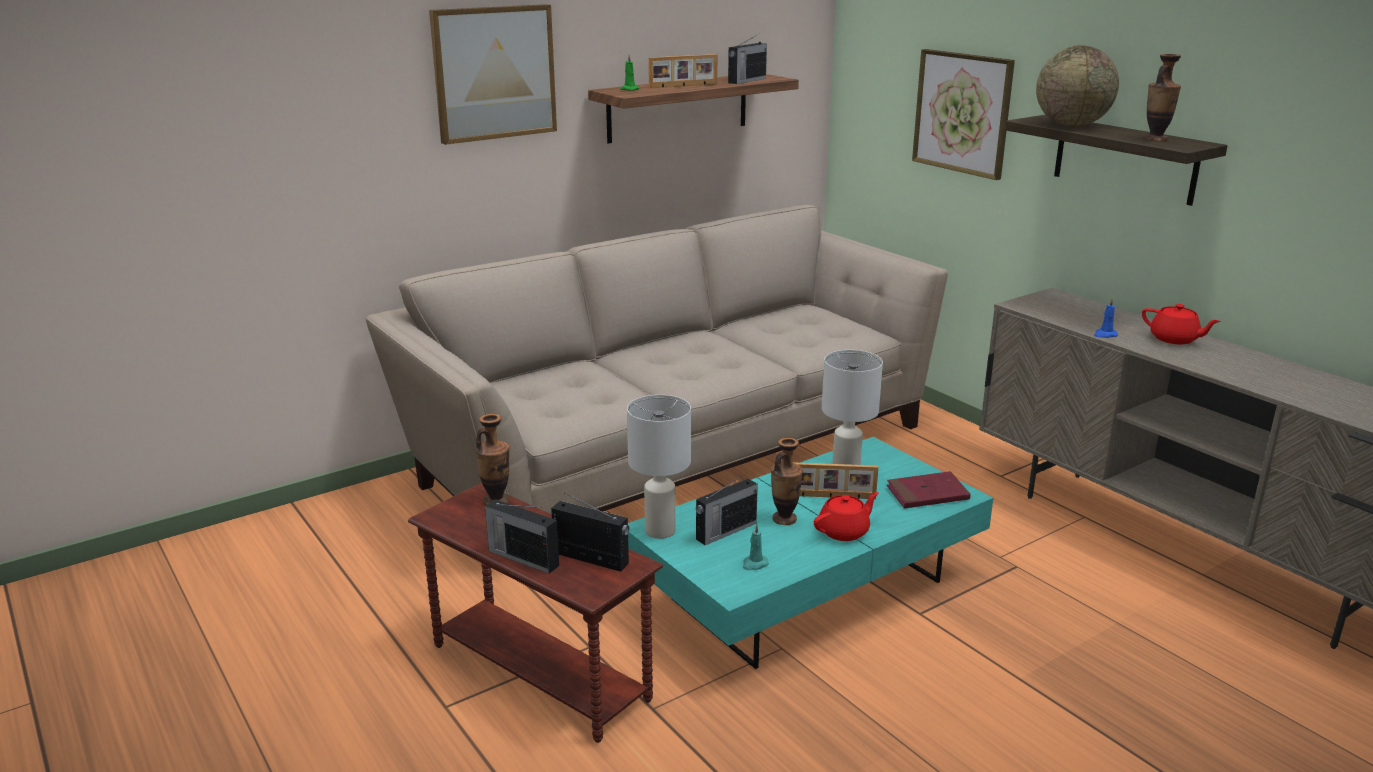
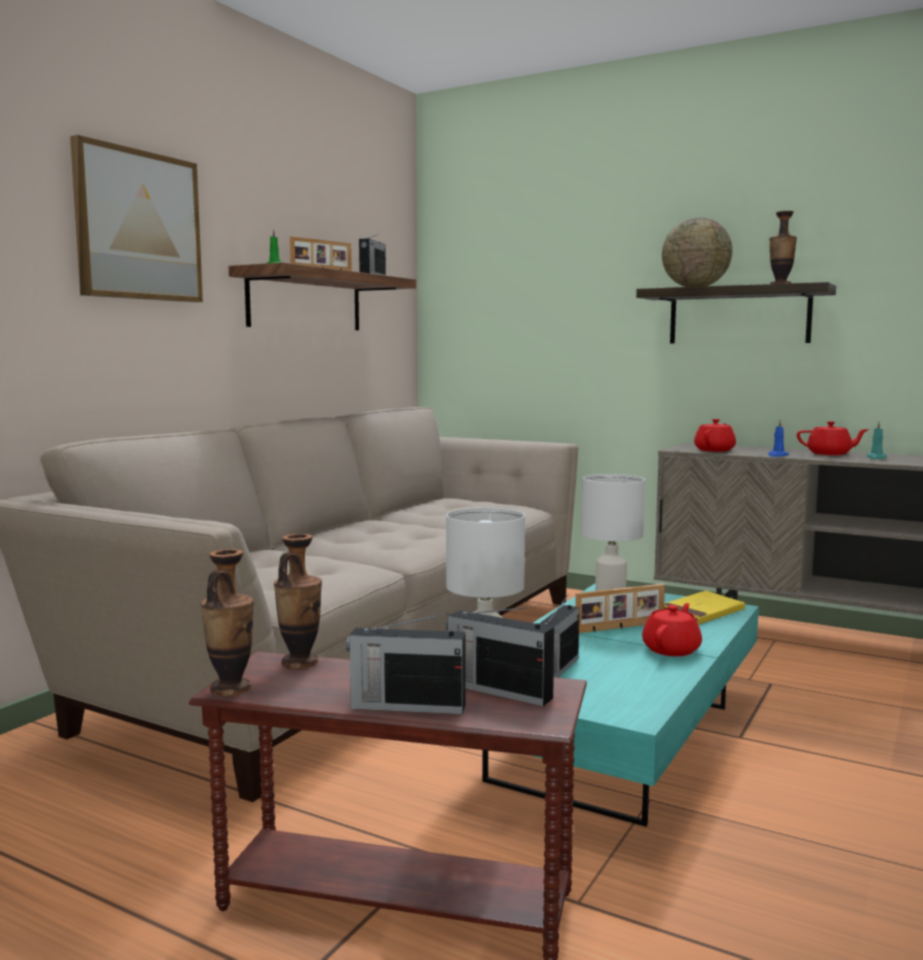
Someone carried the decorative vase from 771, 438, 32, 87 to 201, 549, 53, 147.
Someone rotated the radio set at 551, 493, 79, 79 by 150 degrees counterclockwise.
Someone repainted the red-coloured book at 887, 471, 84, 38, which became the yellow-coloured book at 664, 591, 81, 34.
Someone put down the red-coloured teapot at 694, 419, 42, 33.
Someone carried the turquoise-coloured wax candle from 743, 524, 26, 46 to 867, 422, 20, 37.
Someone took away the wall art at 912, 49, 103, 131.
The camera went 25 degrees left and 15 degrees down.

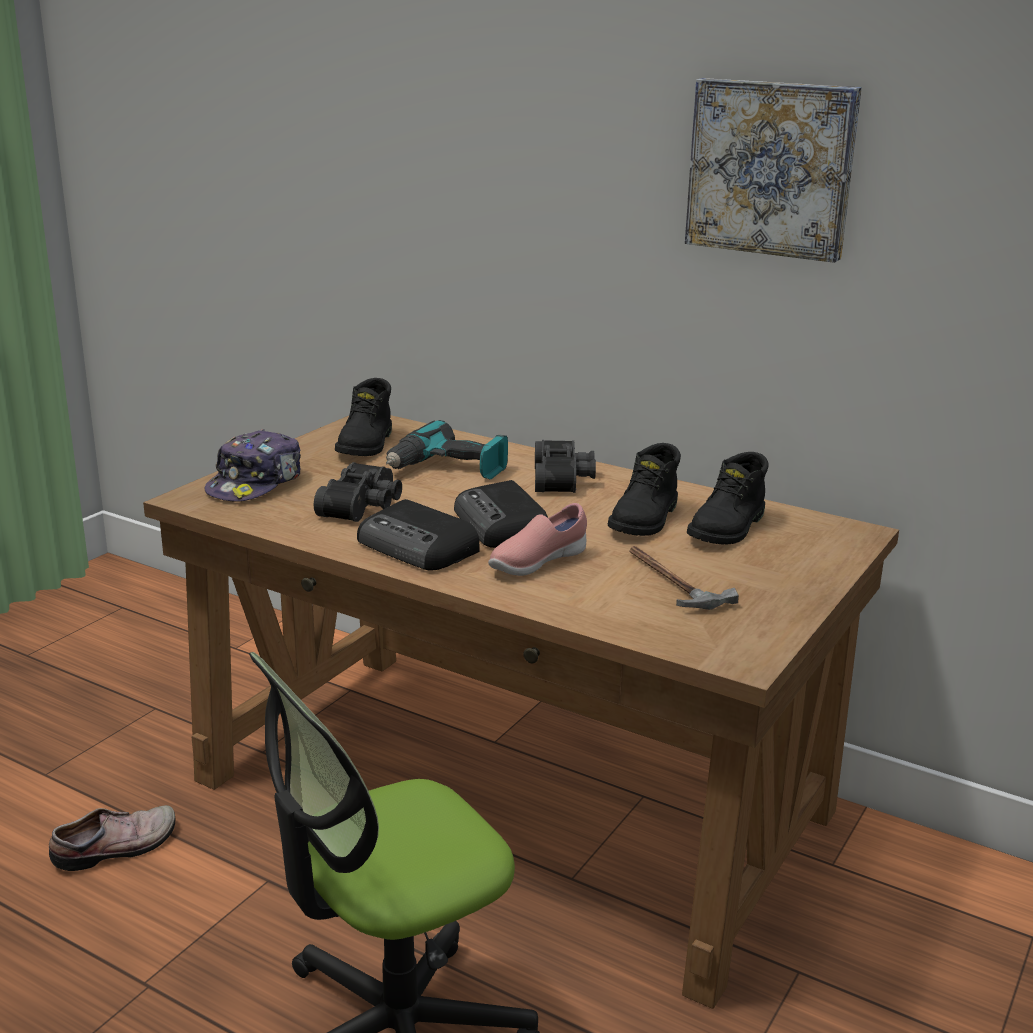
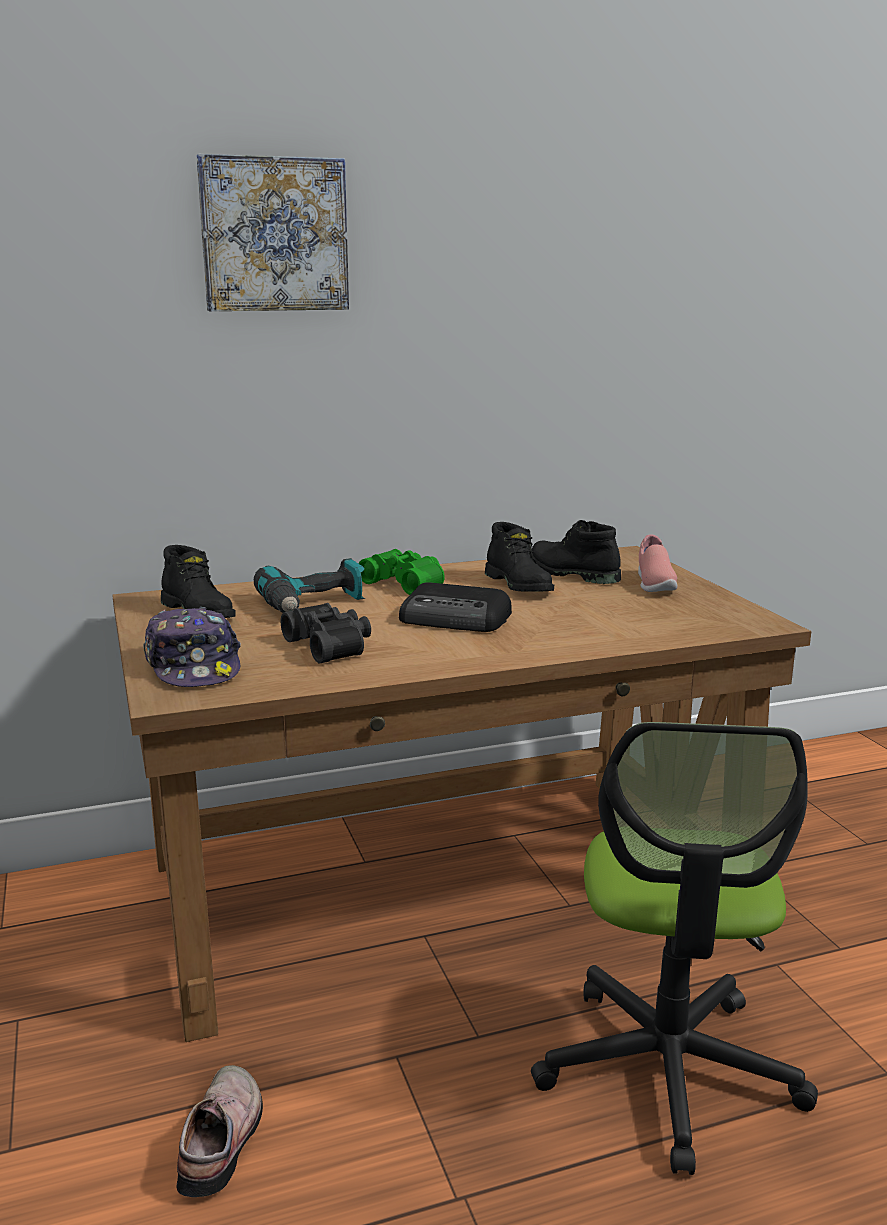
Someone carried the wall art from 685, 78, 177, 185 to 197, 154, 152, 157.
Someone repainted the black pair of binoculars at 535, 440, 61, 53, which became the green-coloured pair of binoculars at 359, 549, 86, 46.
Someone rotated the black tall boot at 687, 452, 82, 93 by 150 degrees clockwise.
Someone carried the pink item of footwear from 488, 503, 99, 73 to 638, 534, 39, 58.
Someone took away the radio set at 357, 499, 123, 71.
Someone took away the hand hammer at 629, 546, 110, 64.
The camera went 50 degrees left and 5 degrees down.

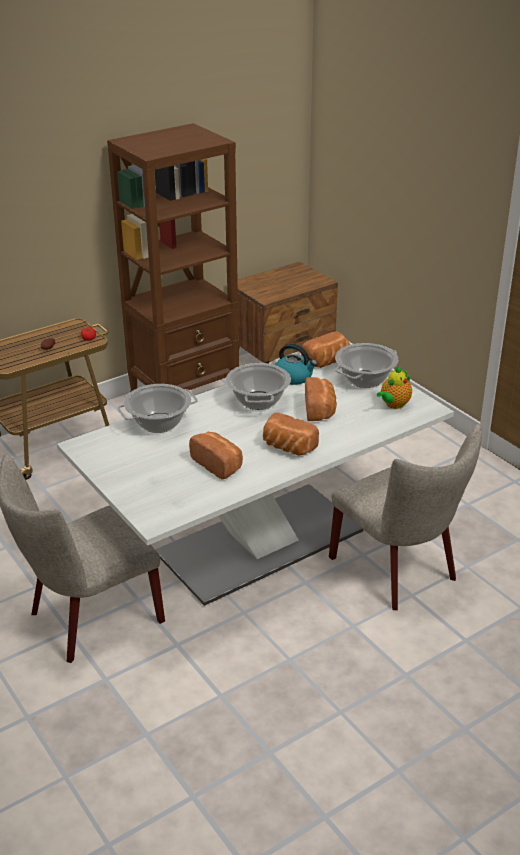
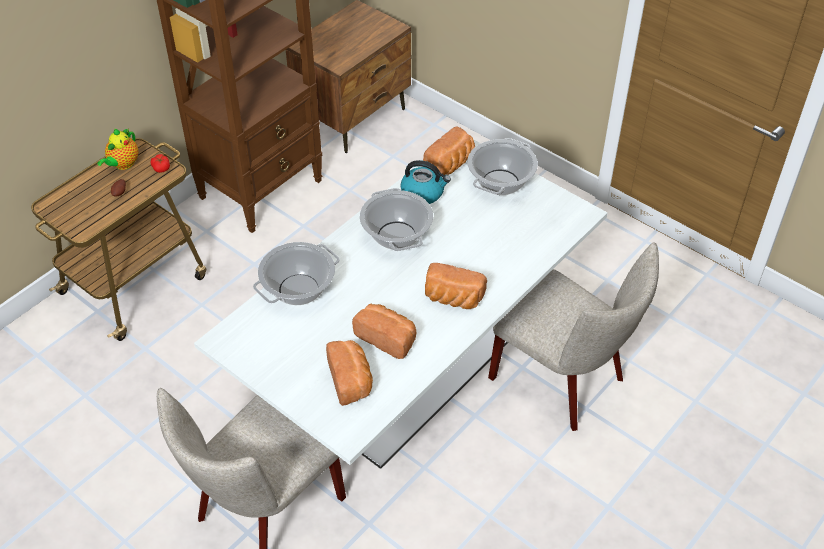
Someone carried the teapot from 377, 366, 35, 43 to 97, 128, 41, 42.
Someone carried the baked bread from 305, 377, 32, 44 to 326, 340, 47, 66.
The camera went 15 degrees left and 15 degrees up.

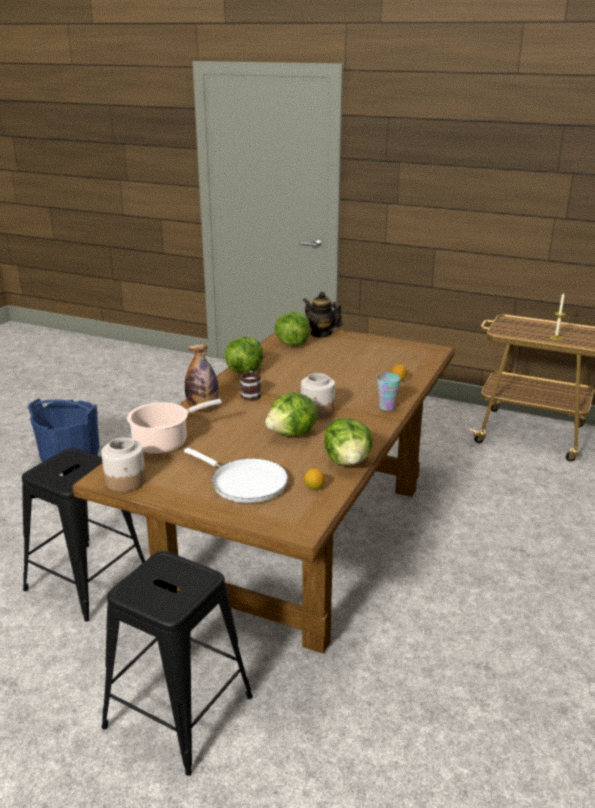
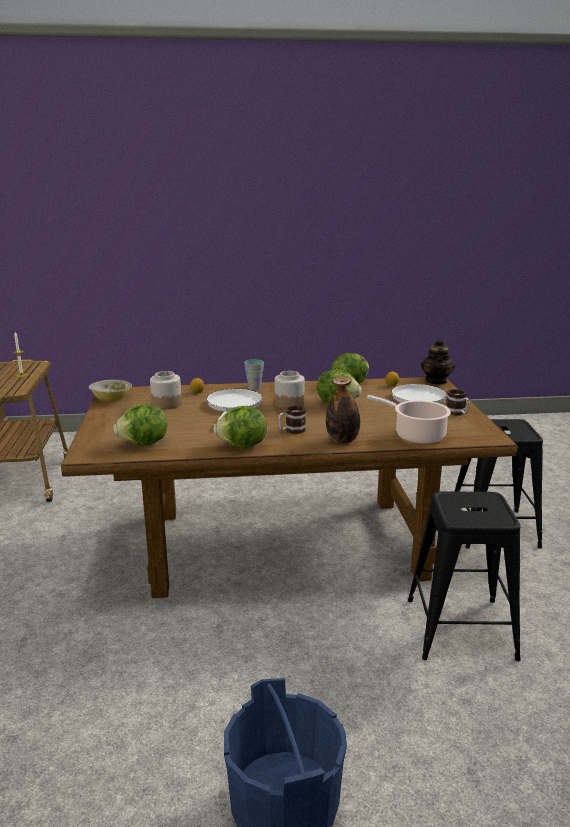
Someone put down the serving bowl at 89, 380, 43, 21.
Someone carried the storage jar from 101, 437, 45, 55 to 150, 371, 32, 39.
Someone put down the white pan at 207, 389, 55, 32.
Someone carried the teapot from 303, 291, 39, 47 to 421, 339, 34, 46.
Someone put down the coffee mug at 446, 389, 24, 27.
The camera went 120 degrees left and 5 degrees down.

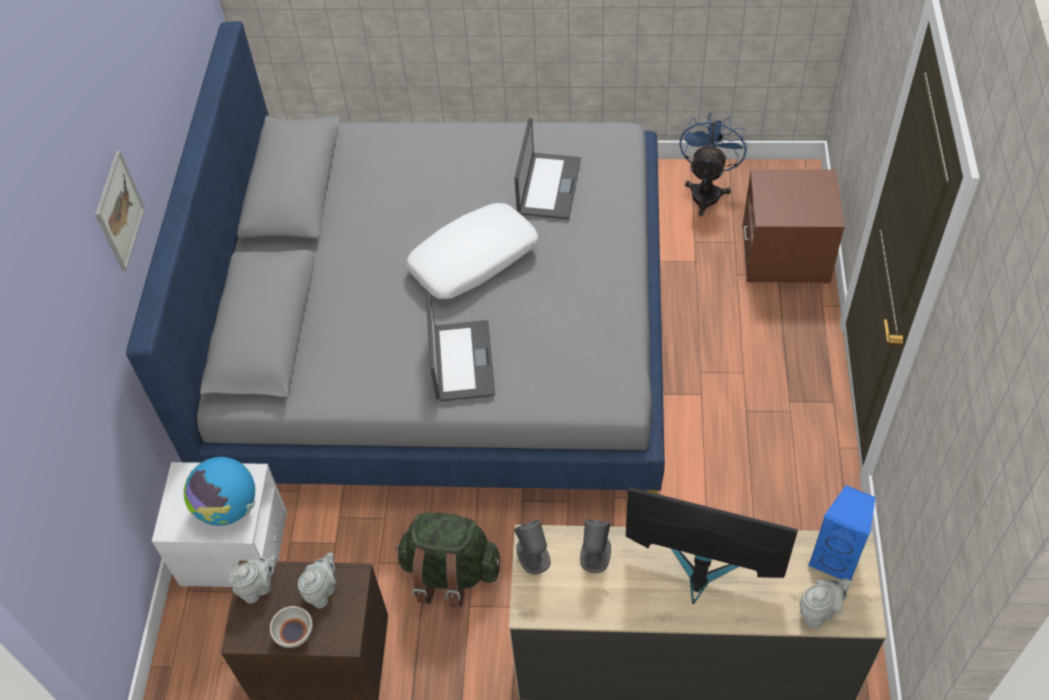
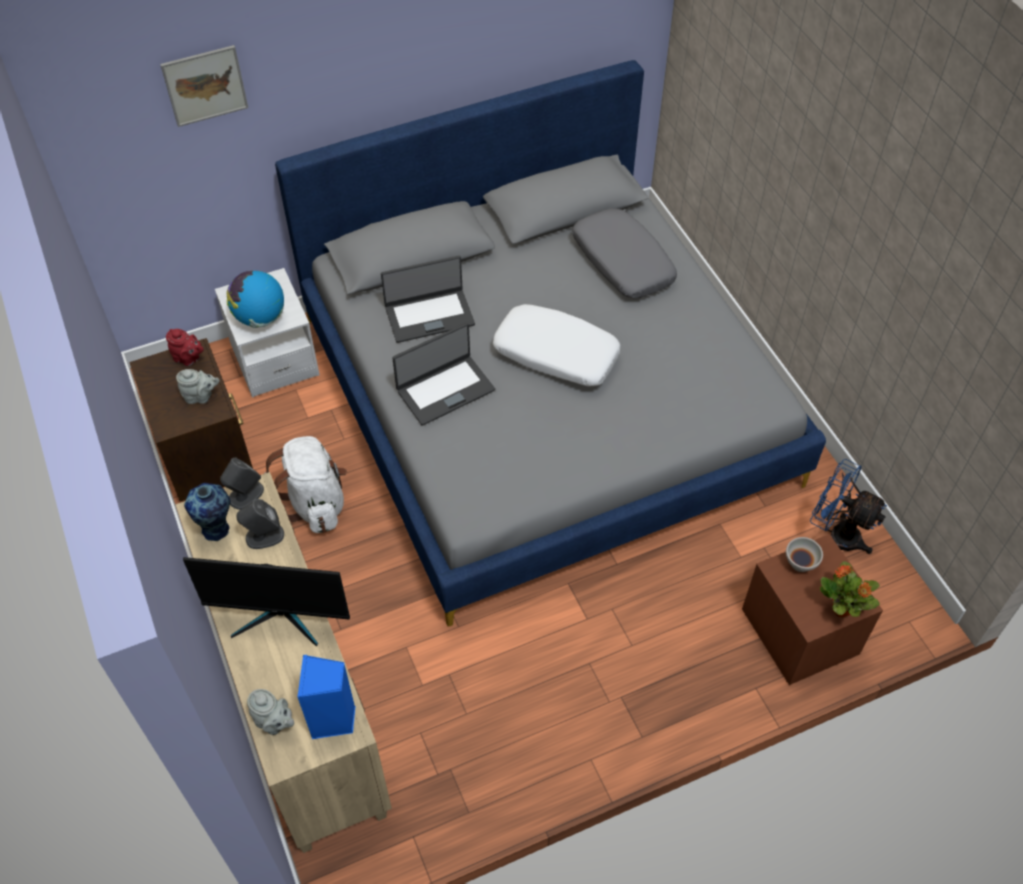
Someone carried the wall art from 95, 151, 50, 120 to 160, 45, 88, 82.
Someone repainted the greyish teapot at 229, 556, 48, 47, which became the red-coloured teapot at 166, 329, 38, 37.
Someone rotated the monitor at 626, 487, 172, 117 by 105 degrees clockwise.
Someone put down the decorative vase at 184, 483, 46, 58.
Someone repainted the green-coloured knapsack at 395, 512, 105, 96, which became the white knapsack at 264, 436, 83, 97.
Someone carried the laptop from 515, 118, 66, 101 to 381, 256, 94, 87.
Someone put down the greyish throw pillow at 572, 208, 105, 91.
Someone carried the white serving bowl from 270, 606, 43, 42 to 786, 537, 37, 35.
Someone rotated the bluish fan at 679, 113, 69, 103 by 135 degrees counterclockwise.
Someone put down the houseplant at 820, 562, 60, 55.
The camera went 60 degrees right and 0 degrees up.

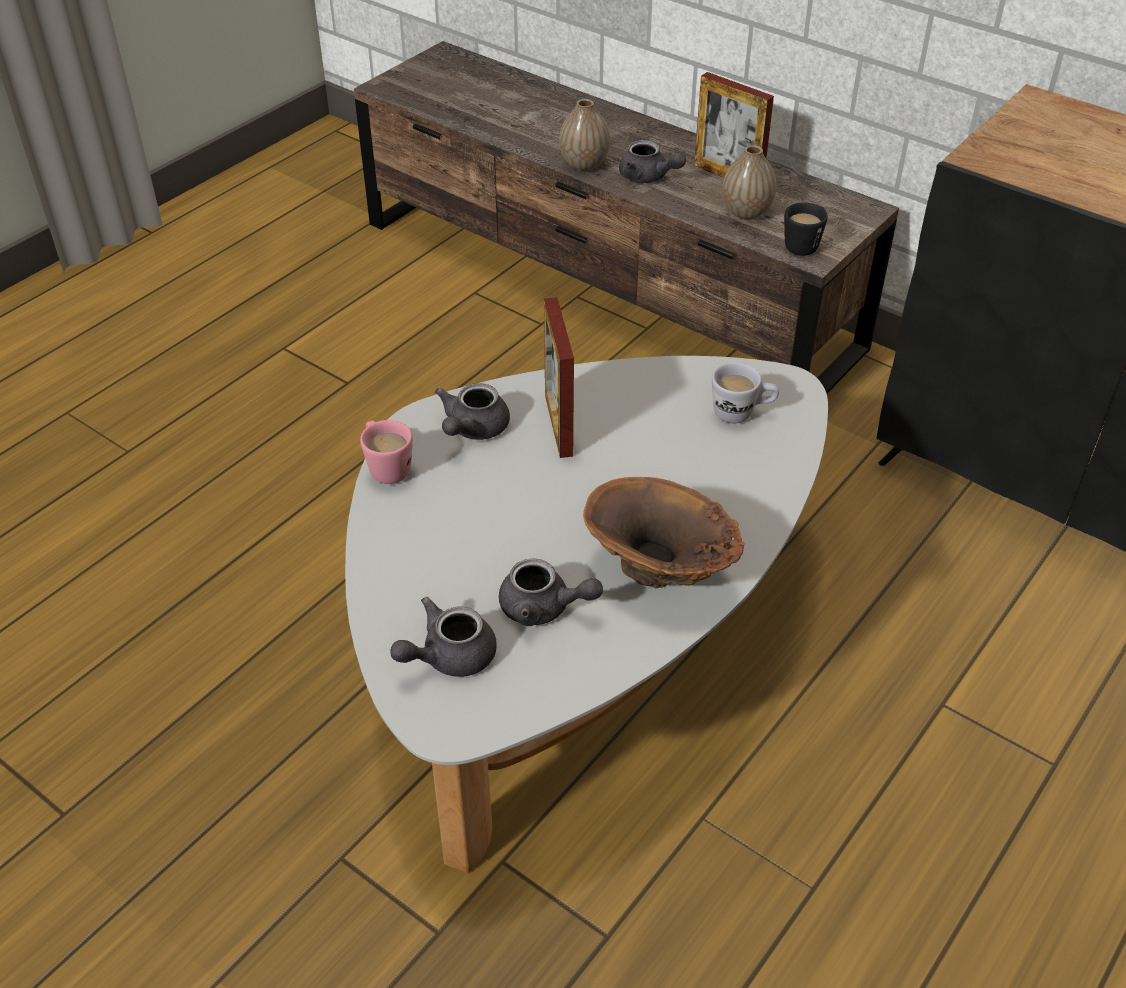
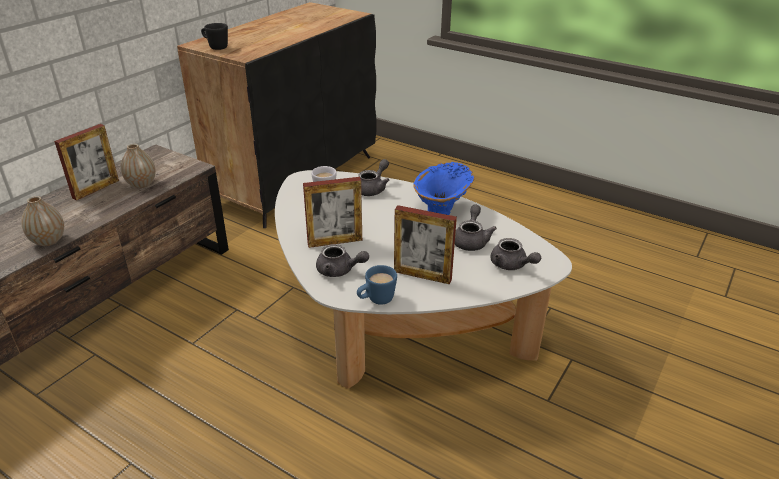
Someone carried the black coffee mug from 784, 202, 44, 54 to 201, 23, 27, 27.
Someone repainted the pink coffee mug at 360, 420, 53, 64, which became the bluish coffee mug at 357, 265, 40, 40.
Someone carried the greyish teapot from 619, 140, 67, 43 to 358, 159, 31, 37.
Someone put down the standing frame at 394, 205, 63, 80.
Someone repainted the brownish decorative vase at 583, 477, 162, 111, which became the bluish decorative vase at 413, 162, 62, 53.
The camera went 95 degrees left and 10 degrees down.

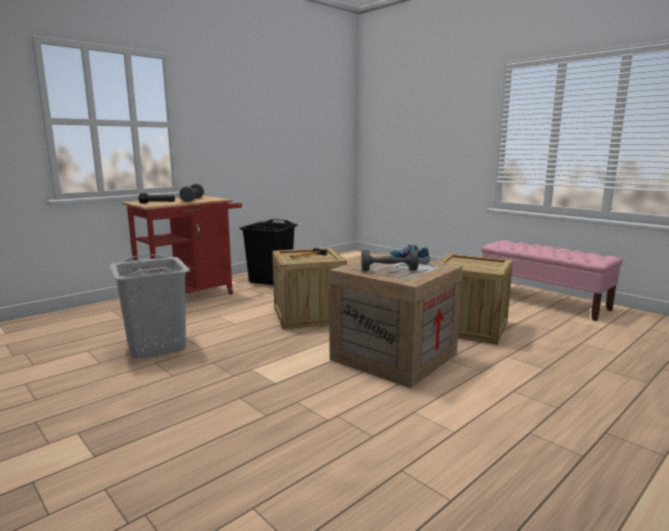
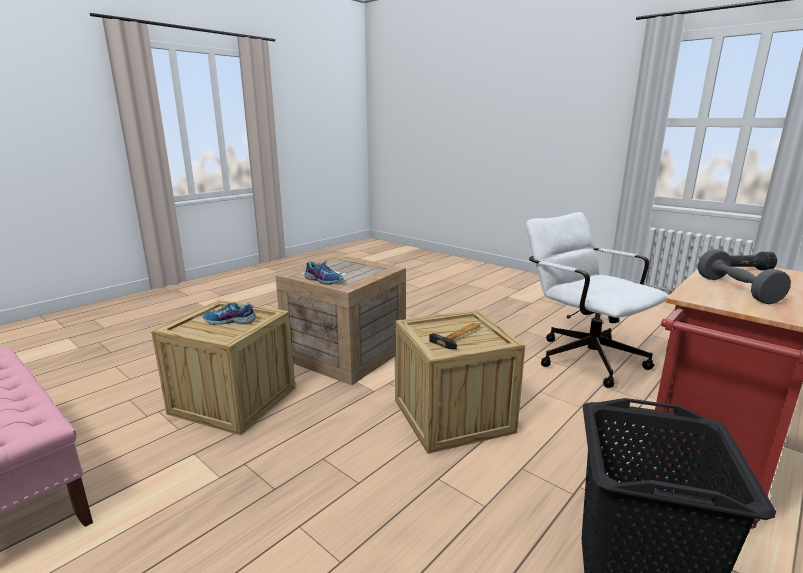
Someone put down the item of footwear at 203, 302, 53, 23.
Someone swapped the greyish hamper at 110, 254, 80, 105 for the white office chair at 526, 212, 143, 176.
Someone took away the greyish dumbbell at 361, 249, 58, 22.
The camera went 175 degrees right and 5 degrees up.

